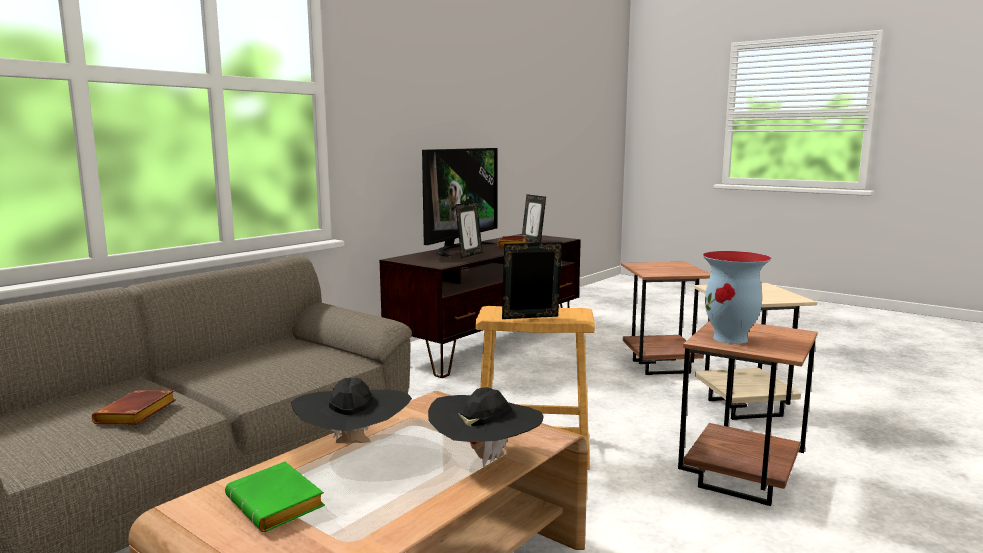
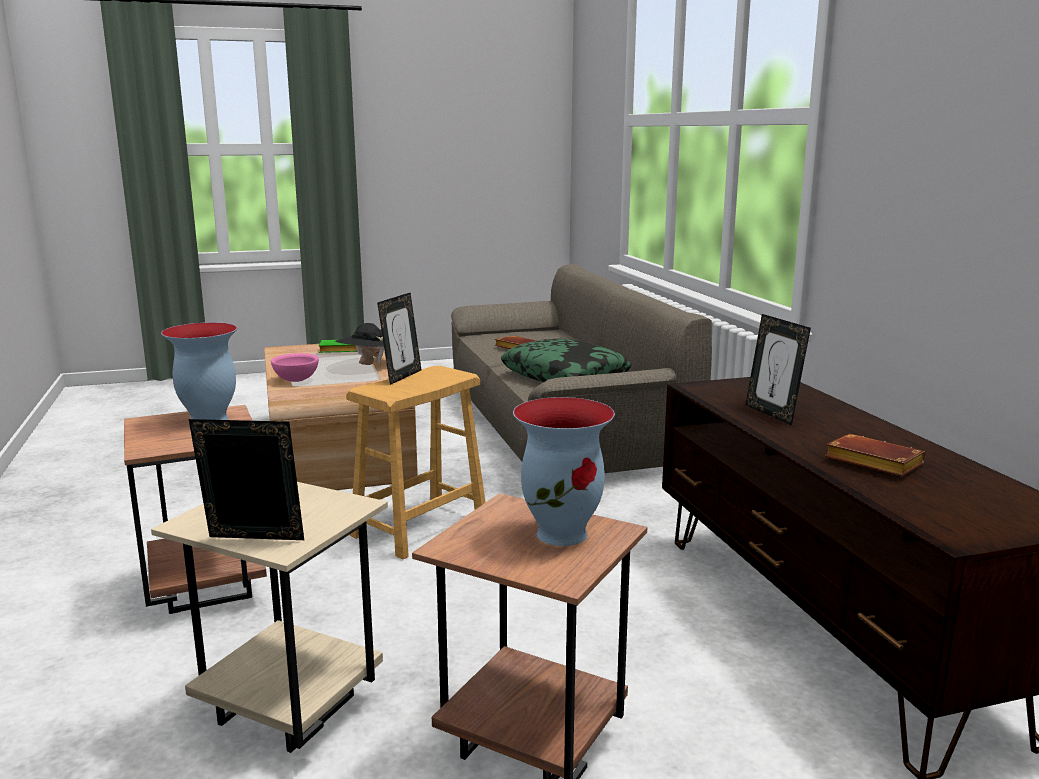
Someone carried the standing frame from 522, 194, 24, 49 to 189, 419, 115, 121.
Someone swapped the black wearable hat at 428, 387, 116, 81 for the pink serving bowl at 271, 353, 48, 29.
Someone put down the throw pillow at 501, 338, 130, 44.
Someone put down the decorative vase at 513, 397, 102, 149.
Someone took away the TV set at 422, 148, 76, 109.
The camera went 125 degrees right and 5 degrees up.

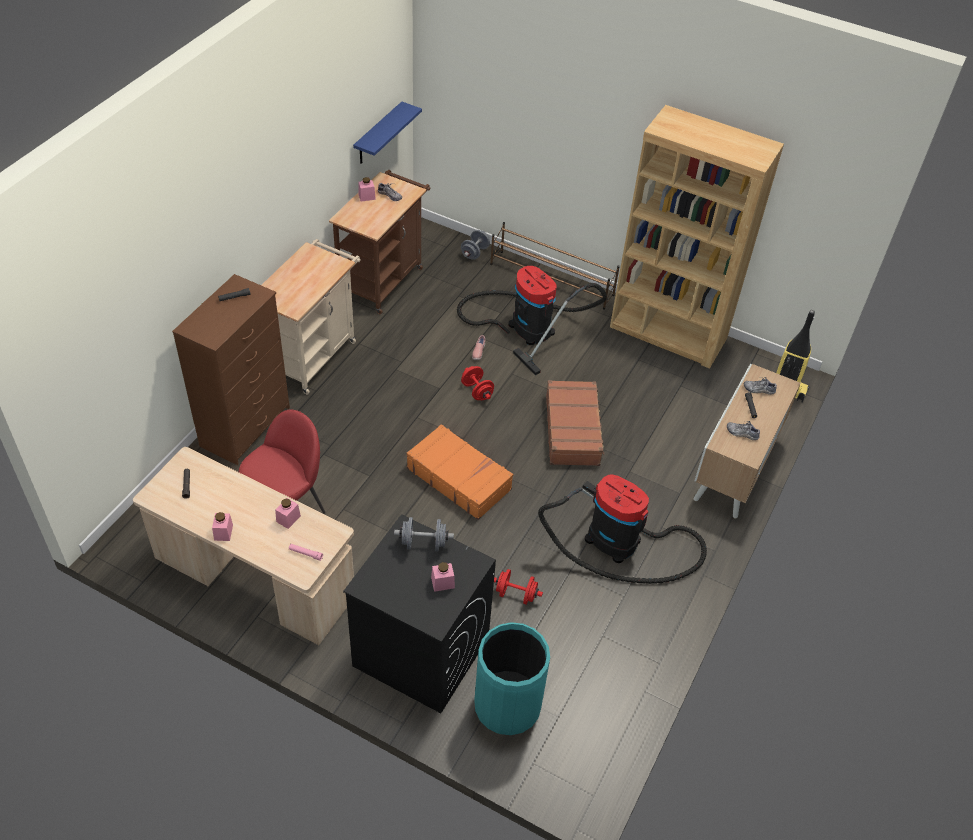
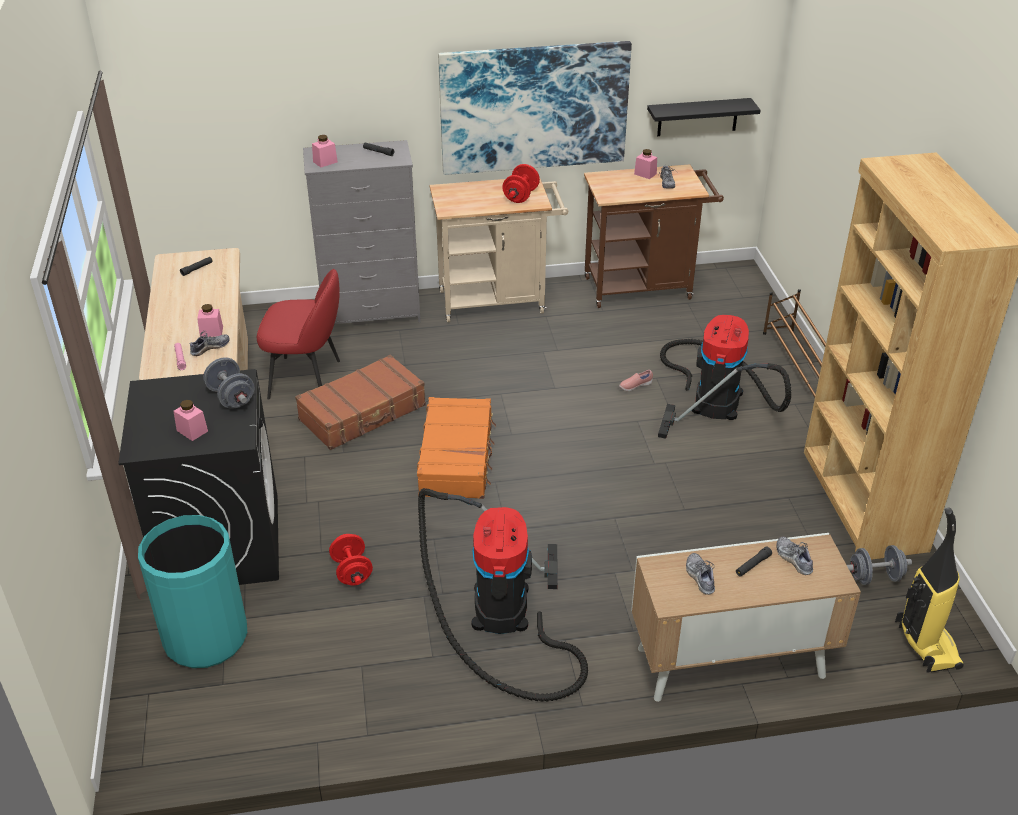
Someone put down the item of footwear at 189, 331, 41, 25.
Someone carried the brownish travel case from 546, 380, 59, 86 to 295, 355, 131, 95.
Someone repainted the brownish chest of drawers at 172, 274, 118, 191, which became the greyish chest of drawers at 303, 140, 118, 184.
Someone carried the pink storage jar from 212, 512, 21, 29 to 312, 135, 26, 32.
Someone put up the wall art at 438, 41, 194, 134.
Someone carried the red-coloured dumbbell from 461, 366, 33, 34 to 502, 164, 38, 39.
Someone repainted the bluish wall shelf at 353, 101, 69, 63, which became the black wall shelf at 647, 98, 114, 38.
Someone carried the greyish dumbbell from 461, 230, 29, 30 to 847, 545, 65, 40.
The camera went 55 degrees right and 10 degrees down.

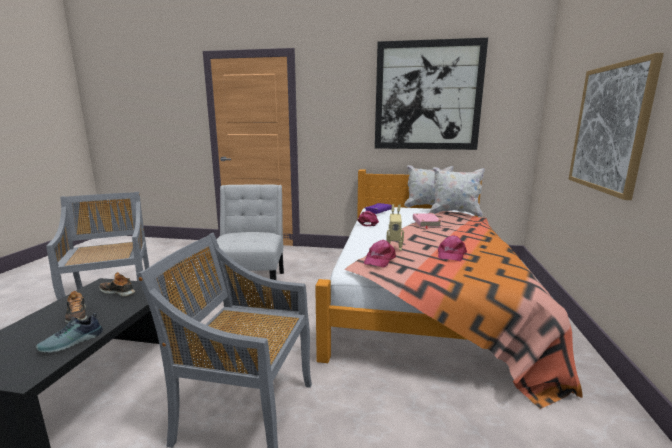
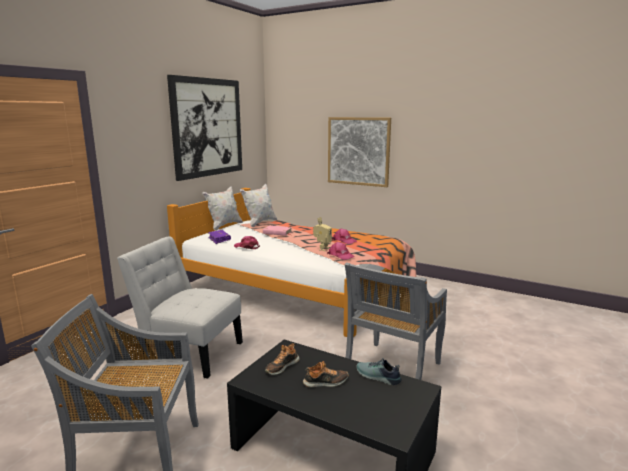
Someone rotated the item of footwear at 36, 313, 67, 40 by 150 degrees clockwise.
The camera went 70 degrees left and 0 degrees up.

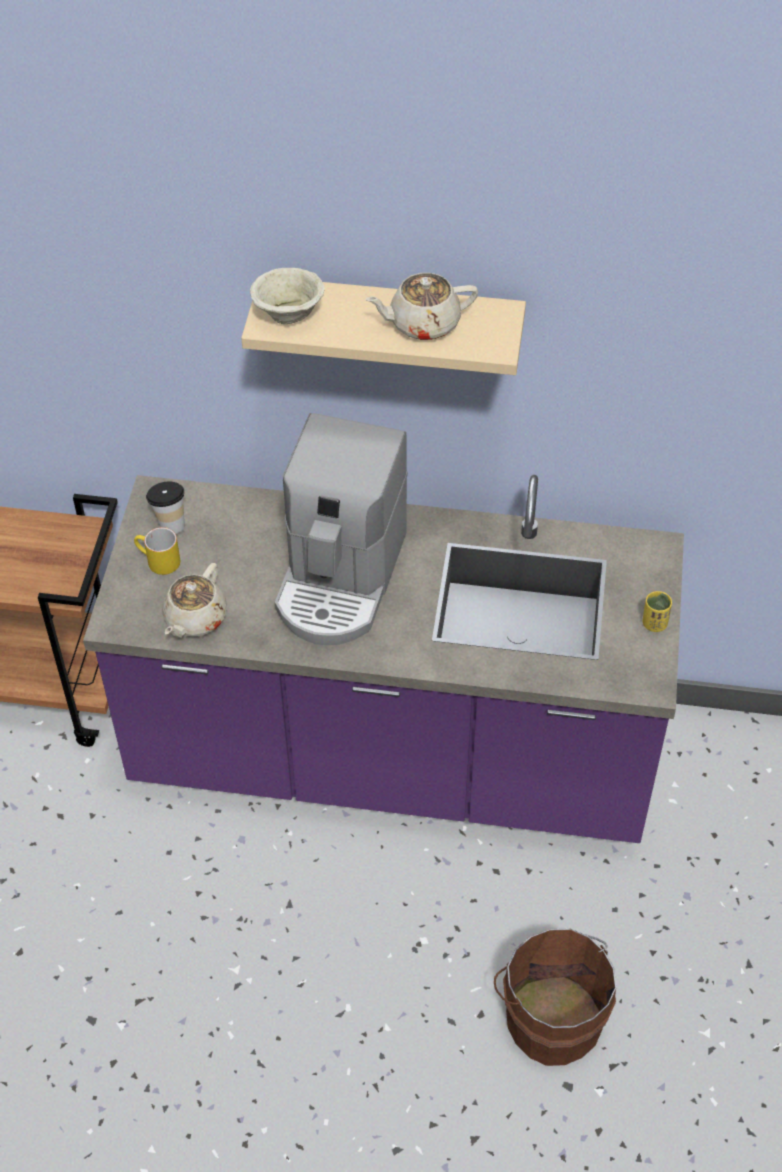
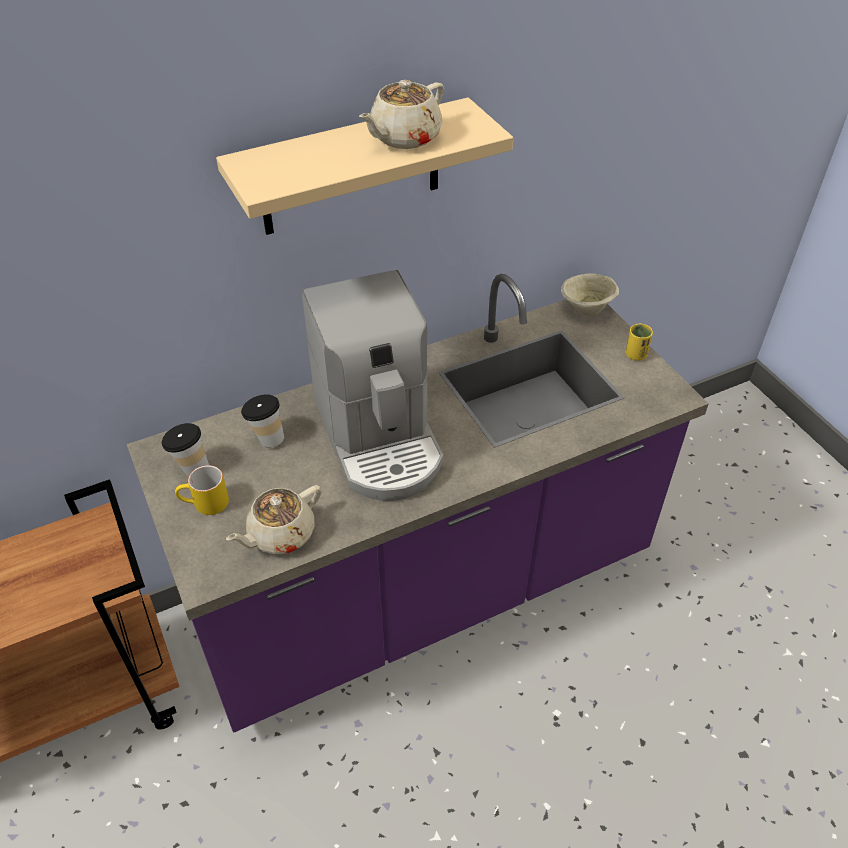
Someone rotated the beige teapot at 162, 563, 65, 75 by 60 degrees clockwise.
Someone put down the small cup at 241, 394, 43, 54.
Someone carried the beige serving bowl from 250, 268, 75, 56 to 561, 273, 58, 43.
Someone took away the brownish bucket at 494, 928, 122, 138.
The camera went 35 degrees left and 5 degrees down.

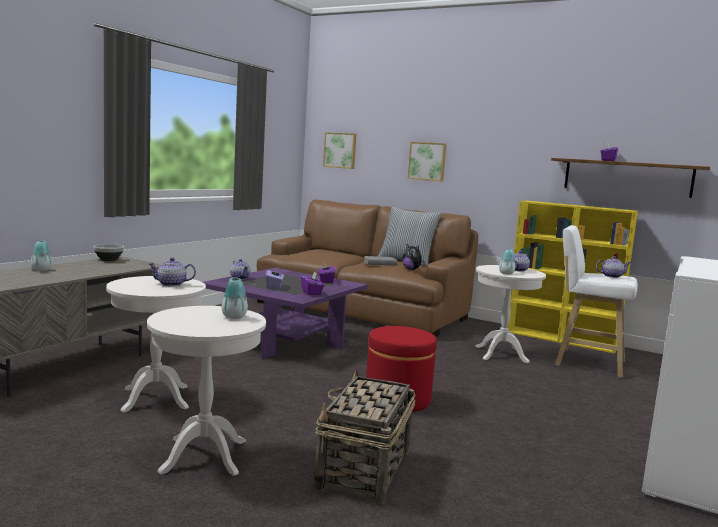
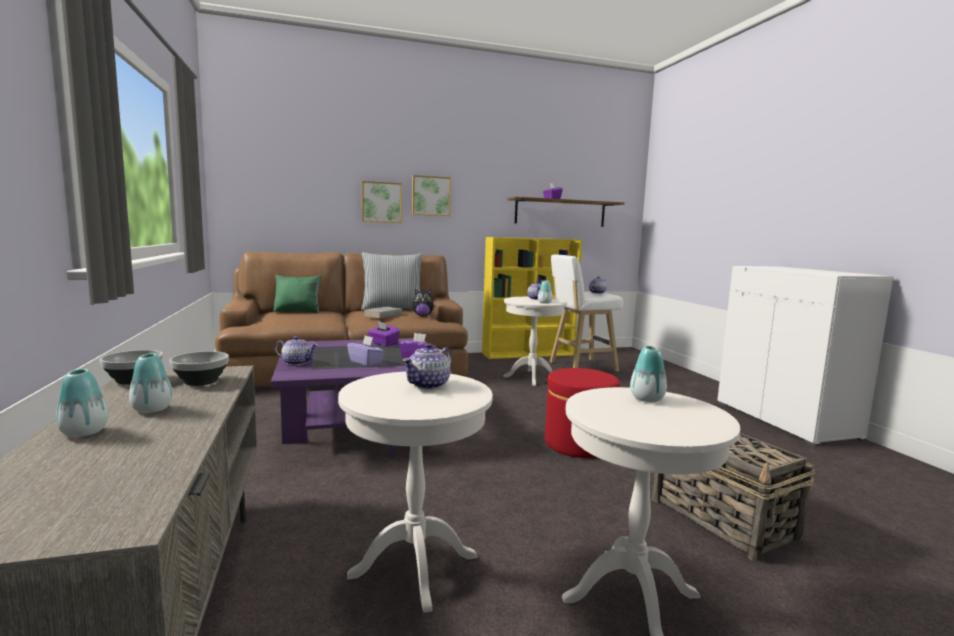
Someone put down the decorative vase at 129, 353, 44, 60.
Someone put down the serving bowl at 169, 351, 60, 35.
Someone put down the green-coloured throw pillow at 273, 275, 49, 38.
Someone carried the wall art from 323, 132, 34, 37 to 412, 175, 39, 41.
The camera went 45 degrees left and 0 degrees up.

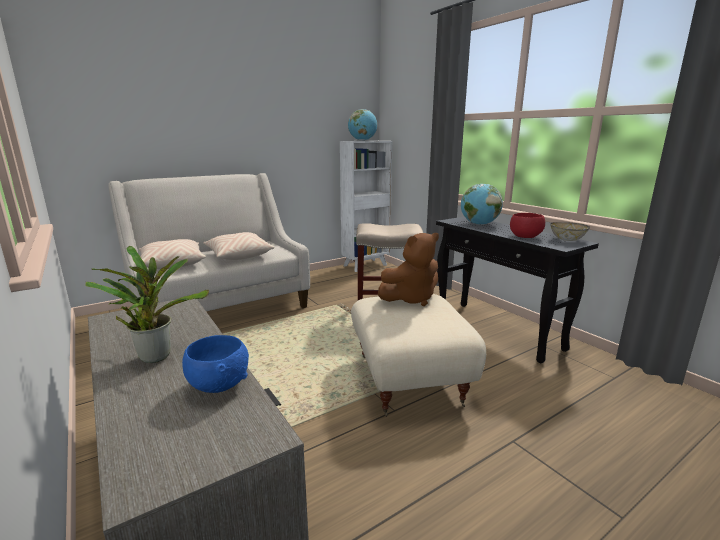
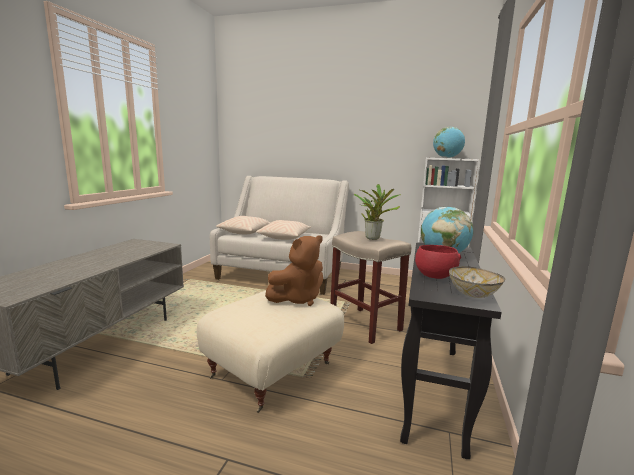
Someone rotated the brownish plush toy at 378, 233, 61, 73 by 60 degrees counterclockwise.
Someone carried the houseplant from 85, 246, 124, 117 to 354, 184, 47, 56.
Someone took away the bluish serving bowl at 182, 335, 67, 58.
The camera went 50 degrees right and 5 degrees down.

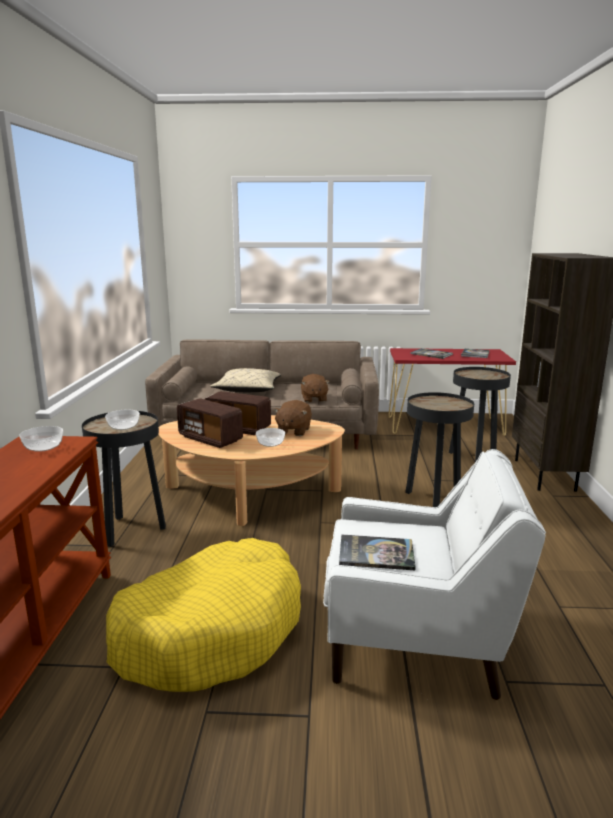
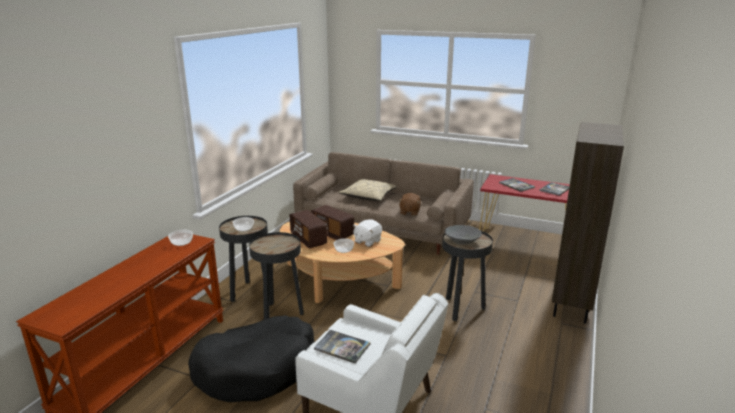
Someone repainted the yellow-coloured pet bed at 106, 538, 195, 154, which became the black pet bed at 188, 315, 126, 87.
Someone carried the black accent table from 449, 367, 62, 95 to 249, 232, 55, 88.
Someone repainted the brownish plush toy at 273, 400, 39, 36, which became the white plush toy at 353, 219, 29, 28.
Someone put down the greyish serving bowl at 445, 225, 37, 20.
The camera went 20 degrees right and 5 degrees up.

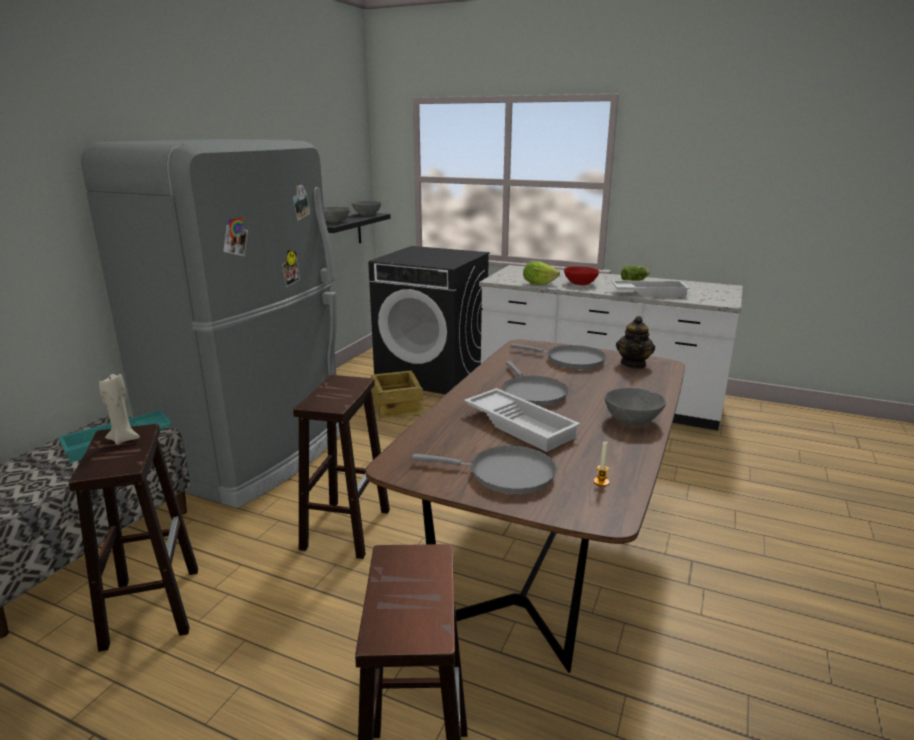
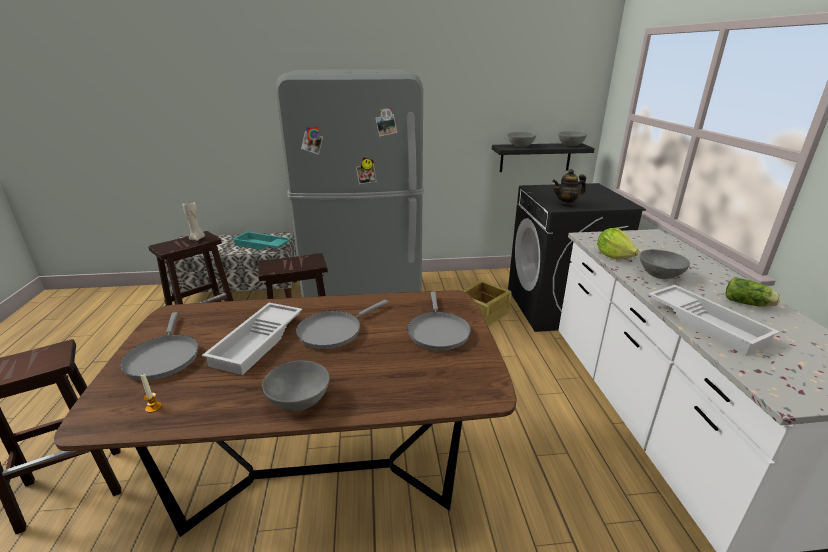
Someone carried the teapot from 616, 316, 39, 53 to 552, 169, 34, 38.
Someone repainted the red-coloured serving bowl at 564, 266, 35, 19, which became the greyish serving bowl at 640, 249, 50, 30.
The camera went 60 degrees right and 5 degrees up.

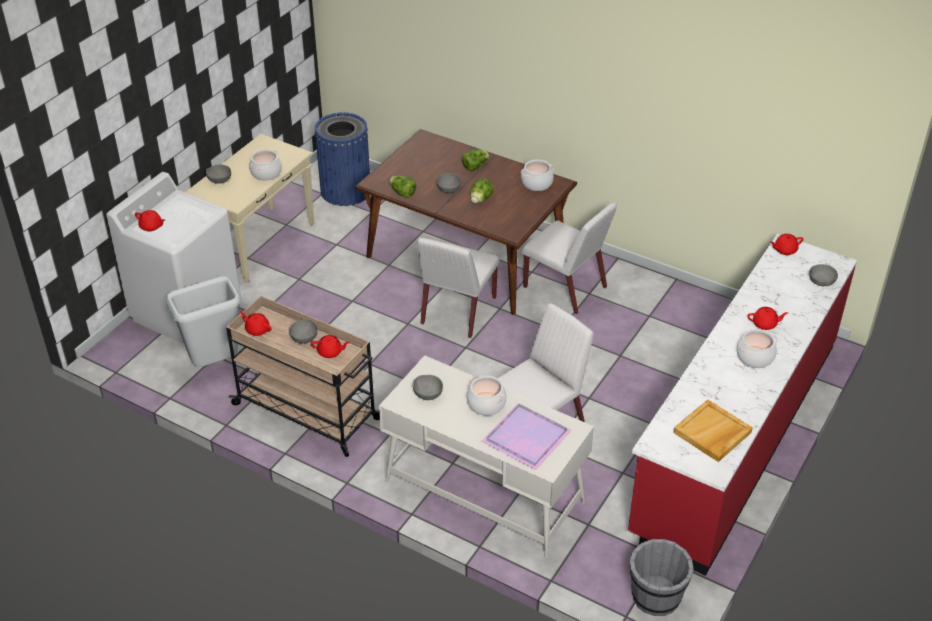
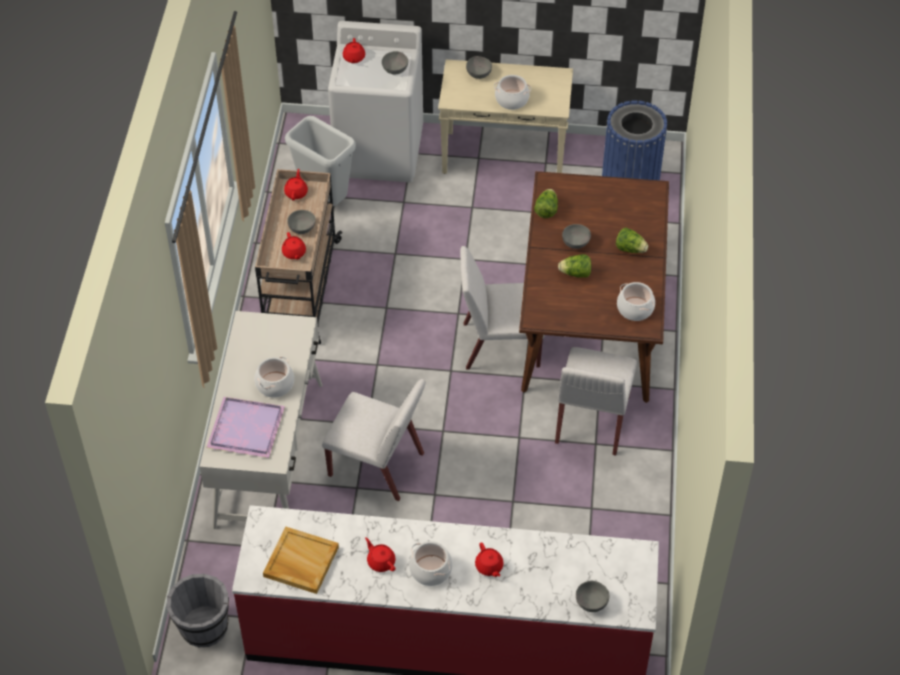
Someone carried the red-coloured teapot from 770, 234, 34, 21 to 365, 537, 31, 35.
Someone carried the greyish serving bowl from 413, 375, 30, 25 to 382, 51, 26, 23.
The camera went 65 degrees right and 10 degrees up.

